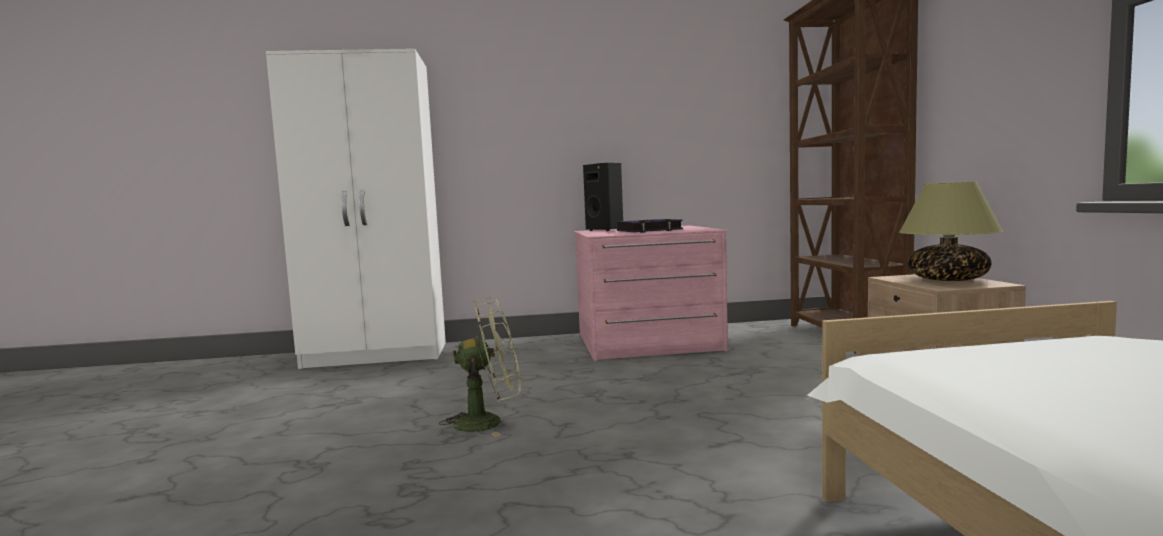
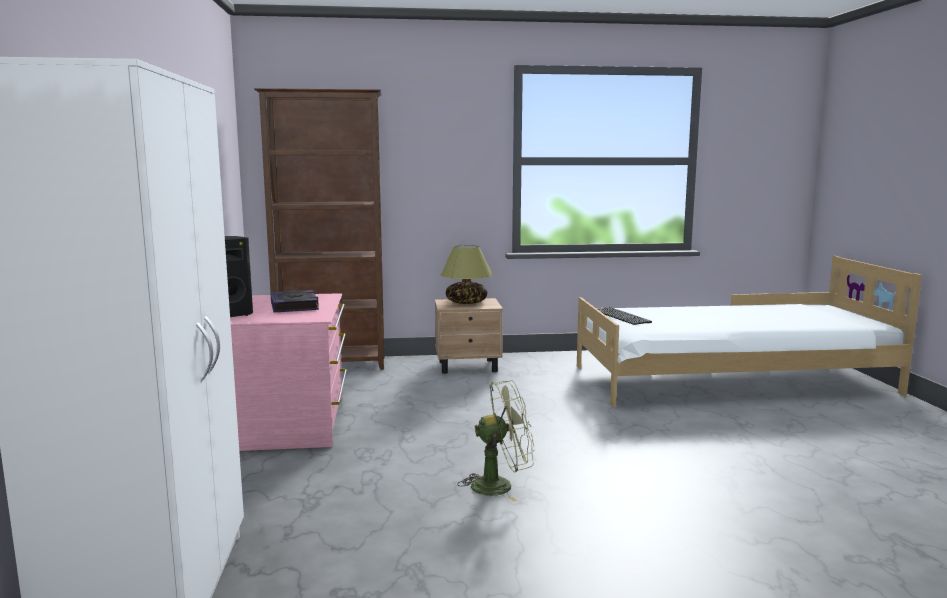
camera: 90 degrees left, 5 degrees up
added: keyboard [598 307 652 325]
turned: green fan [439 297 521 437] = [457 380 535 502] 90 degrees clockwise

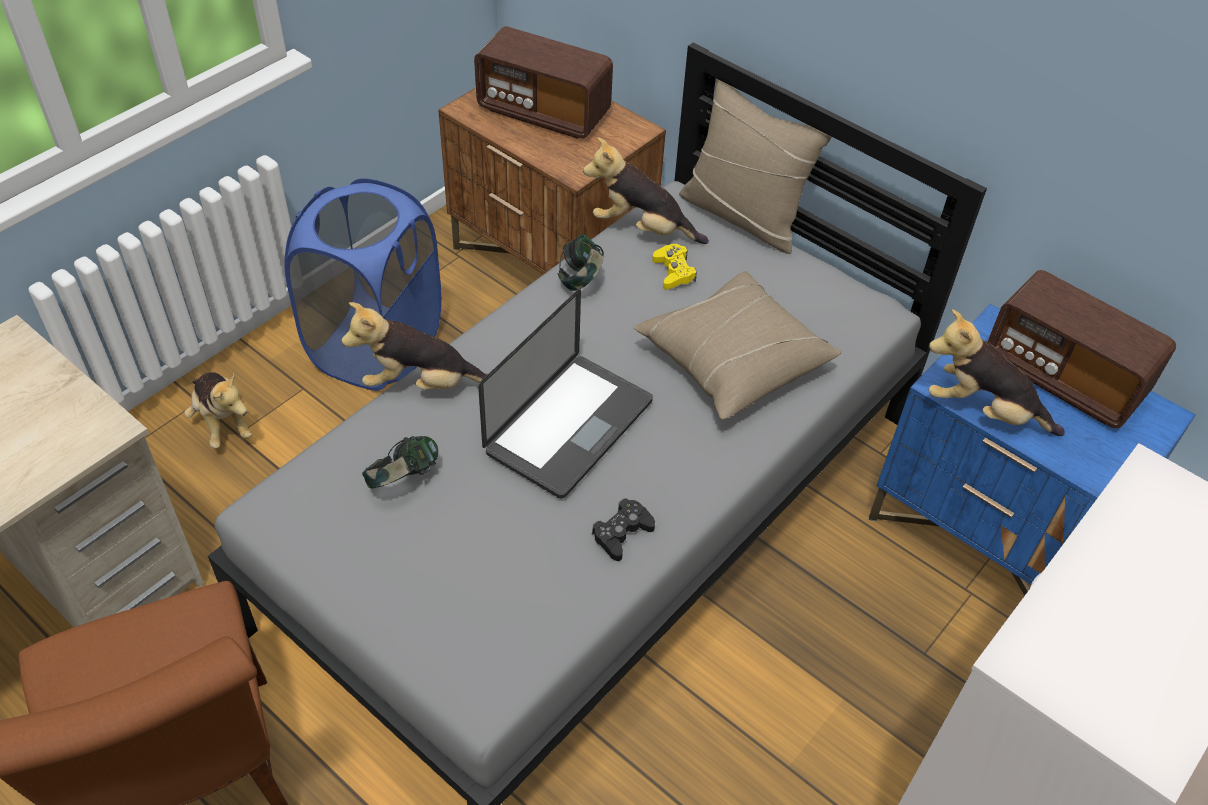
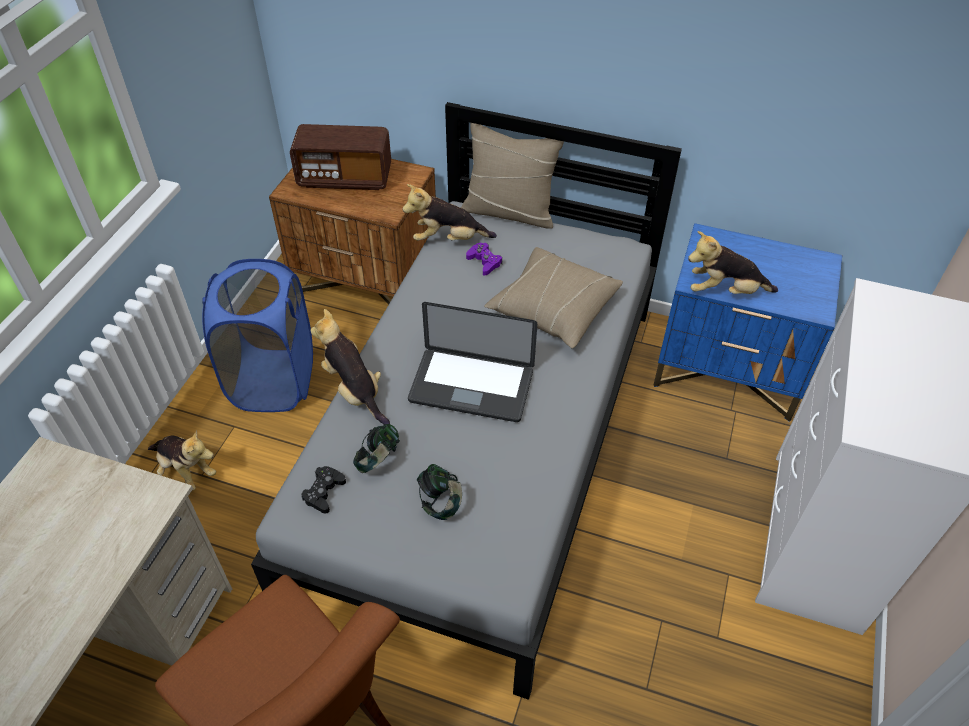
camera: 20 degrees left, 0 degrees up
removed: radio [987 270 1176 428]
moved: headphones [557 234 604 291] to [417 464 462 520]; black game controller [592 498 655 561] to [301 466 346 514]
recoloured: yellow game controller [652 244 697 289] to purple game controller [466 243 502 276]
turned: laptop [478 289 653 498] = [408 302 537 422] 90 degrees clockwise; plush toy [341 302 488 390] = [311 309 390 425] 75 degrees clockwise

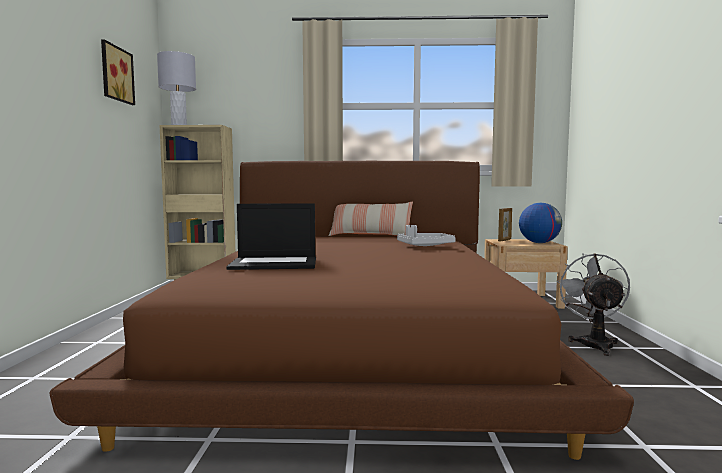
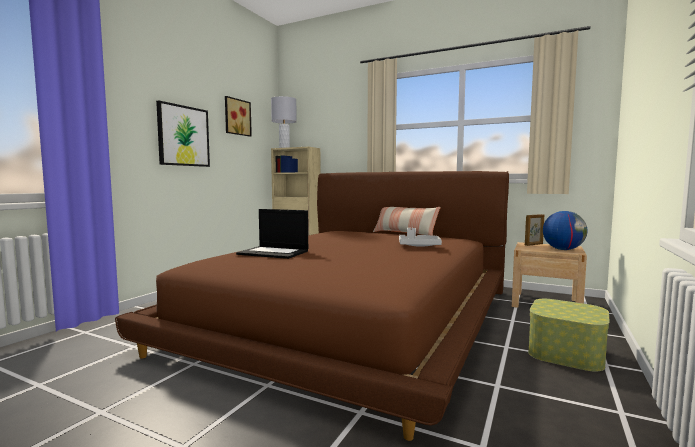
camera: 25 degrees right, 0 degrees up
added: picture [156 101 210 167]
replaced: grey fan [557 253 630 356] to storage box [528 299 610 372]

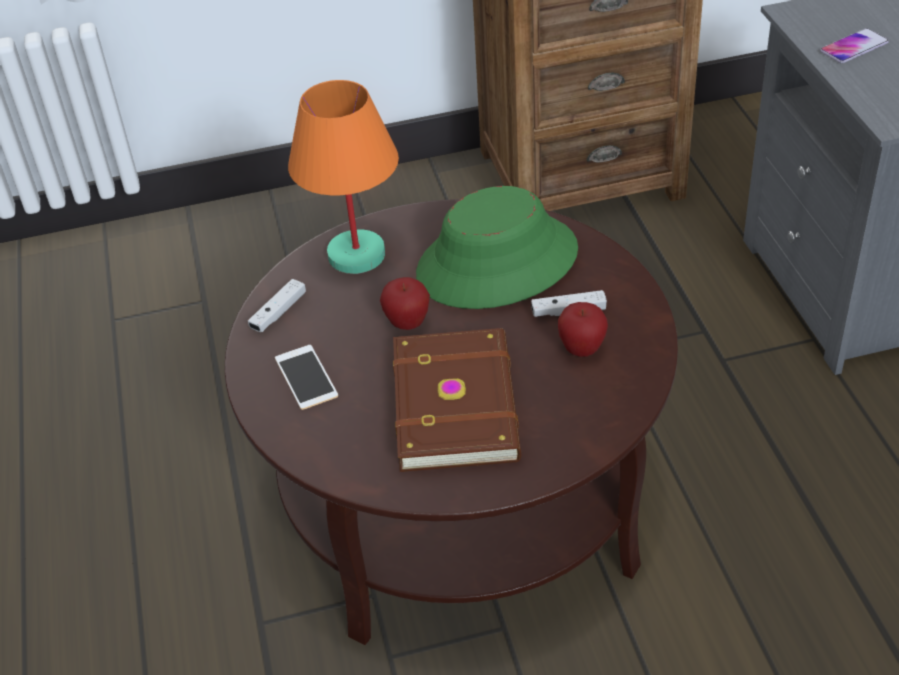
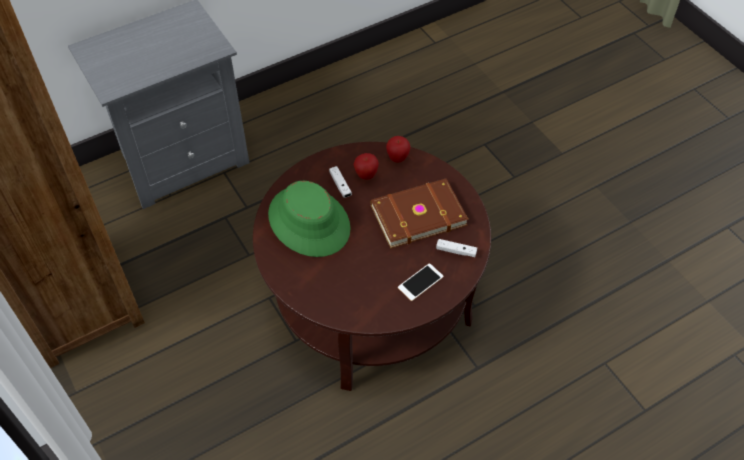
camera: 110 degrees left, 10 degrees up
removed: phone [820 28 889 63]; orange table lamp [288 80 399 274]
moved: apple [380 277 430 330] to [386 136 410 163]; white game controller [248 279 306 332] to [436 239 477 257]

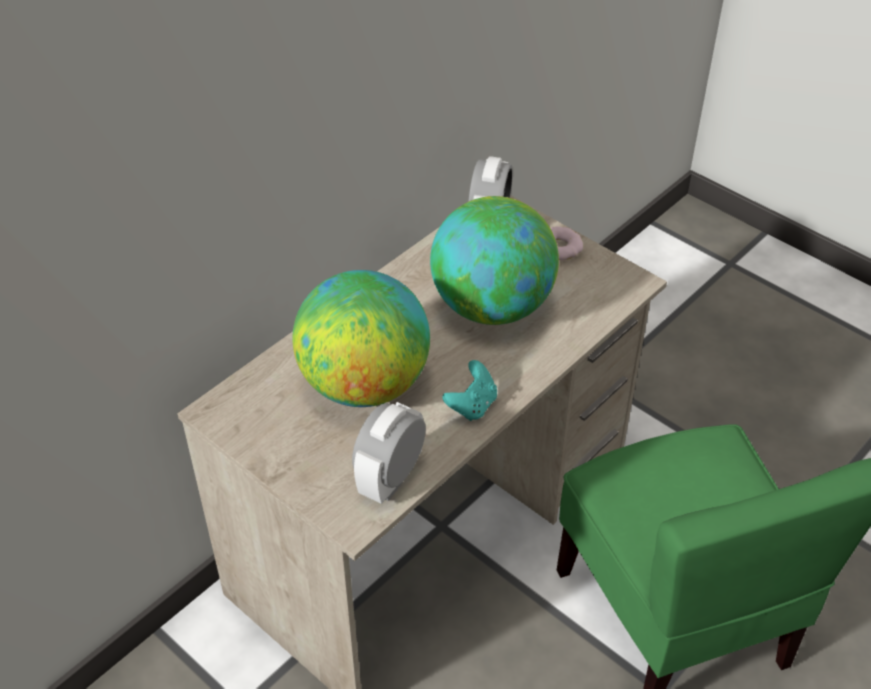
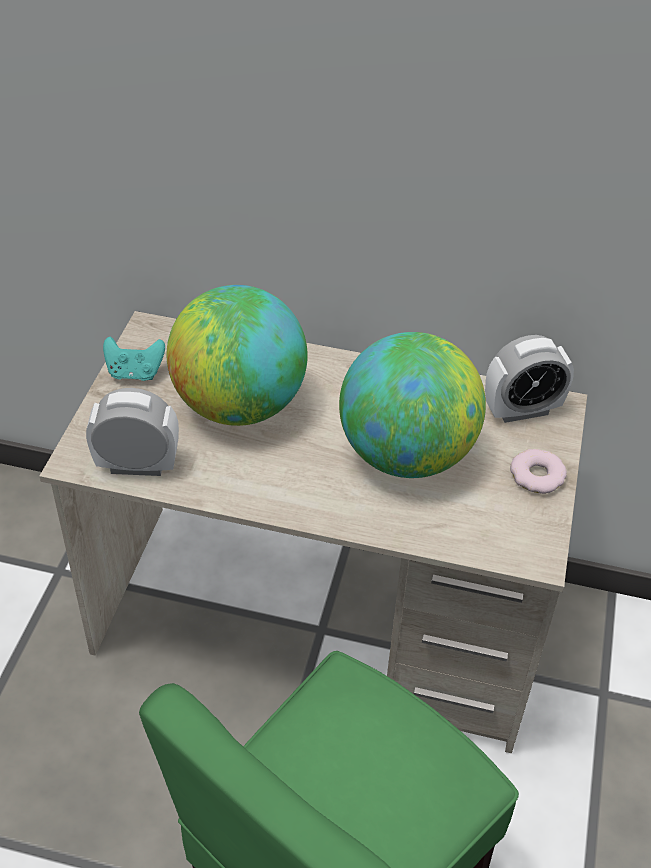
camera: 60 degrees right, 0 degrees up
moved: turquoise game controller [442 360 497 421] to [103 337 165 381]

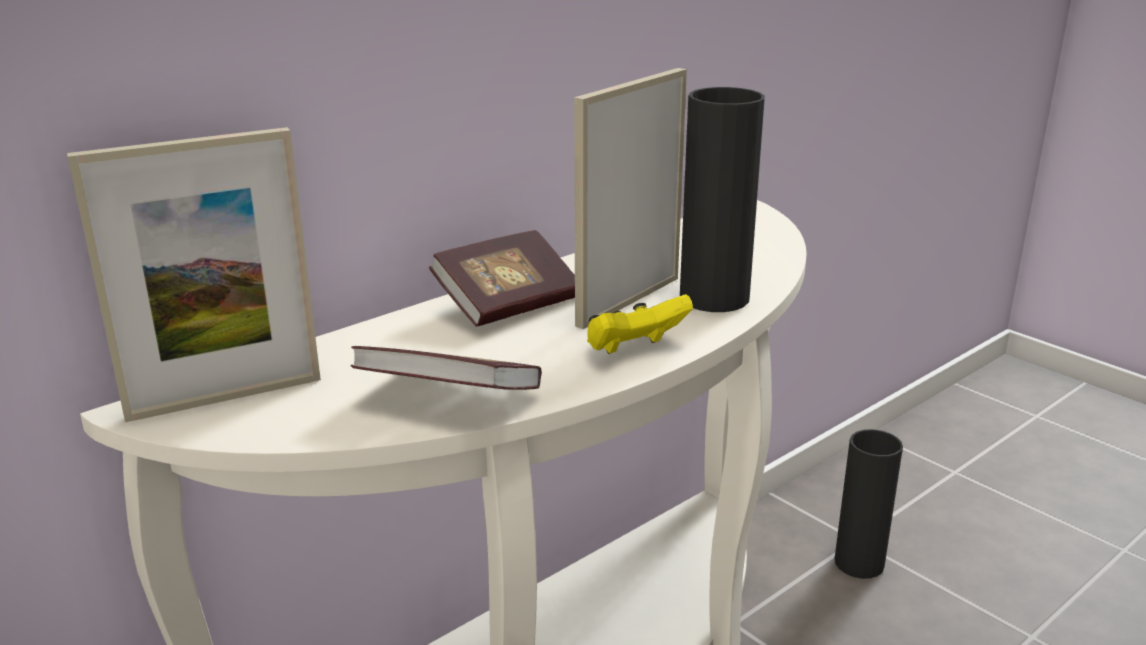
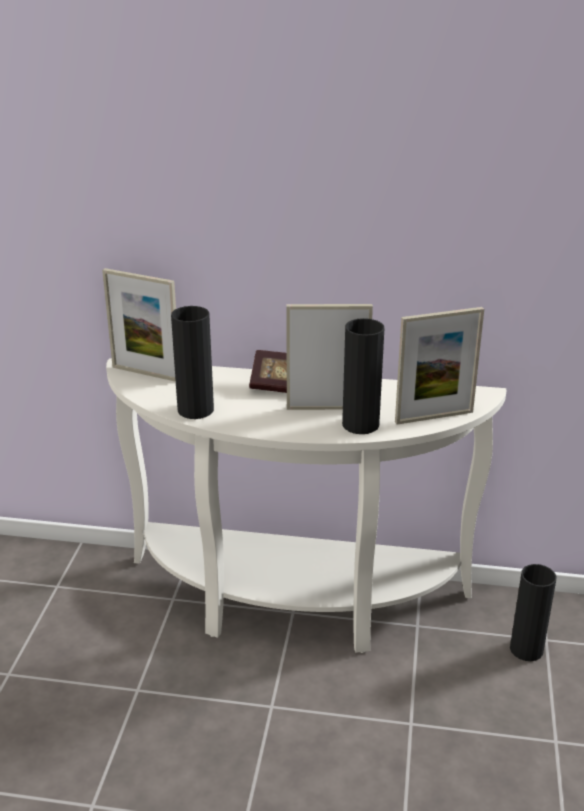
camera: 50 degrees right, 5 degrees up
removed: yellow game controller [587 294 693 354]
added: picture frame [395 307 484 424]
replaced: book [350 346 542 390] to black vase [171 306 214 419]

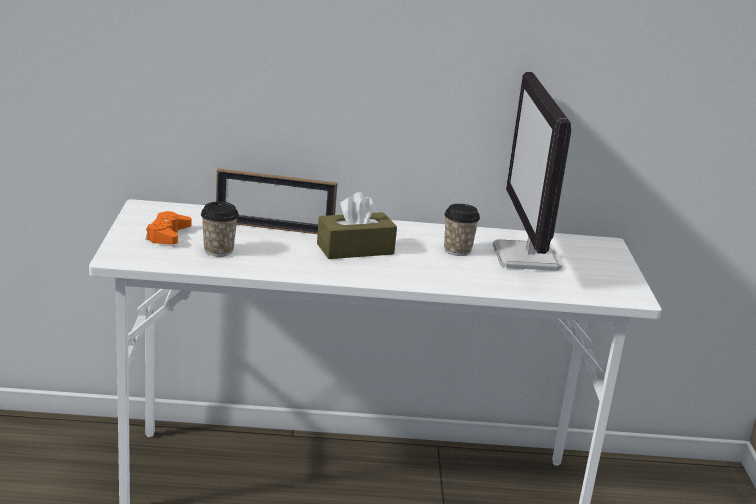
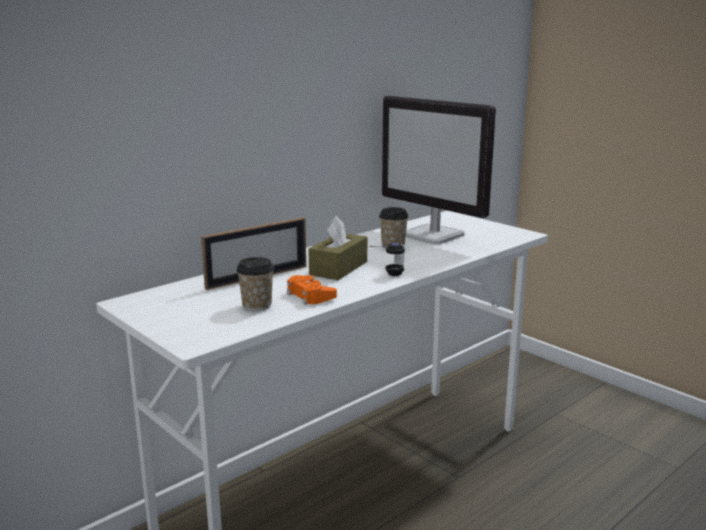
camera: 40 degrees left, 5 degrees down
added: headphones [370 242 405 276]
moved: orange game controller [146 211 191 244] to [287 275 337 305]

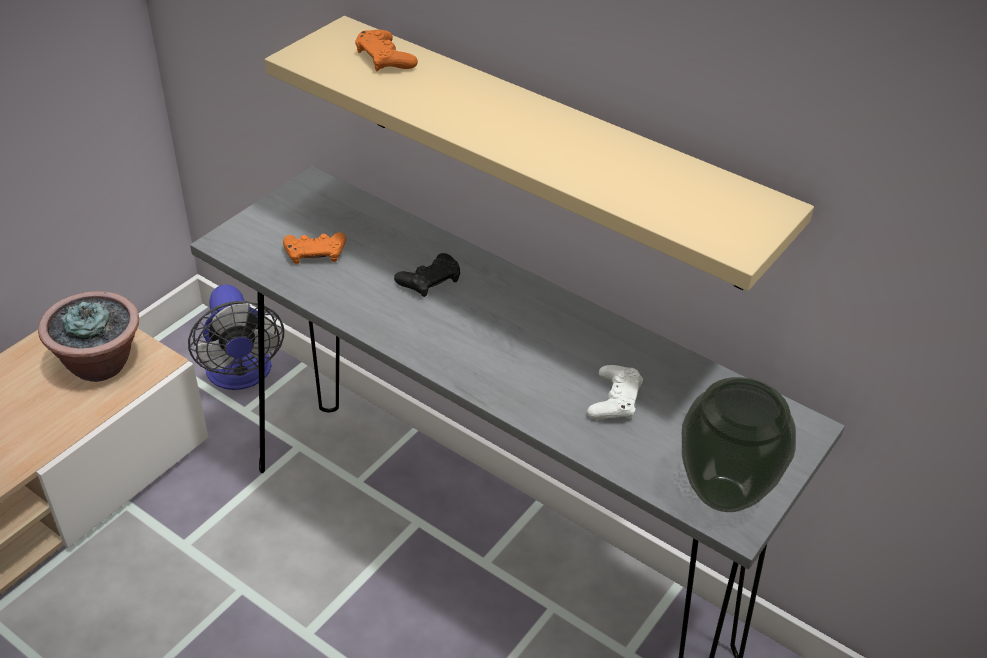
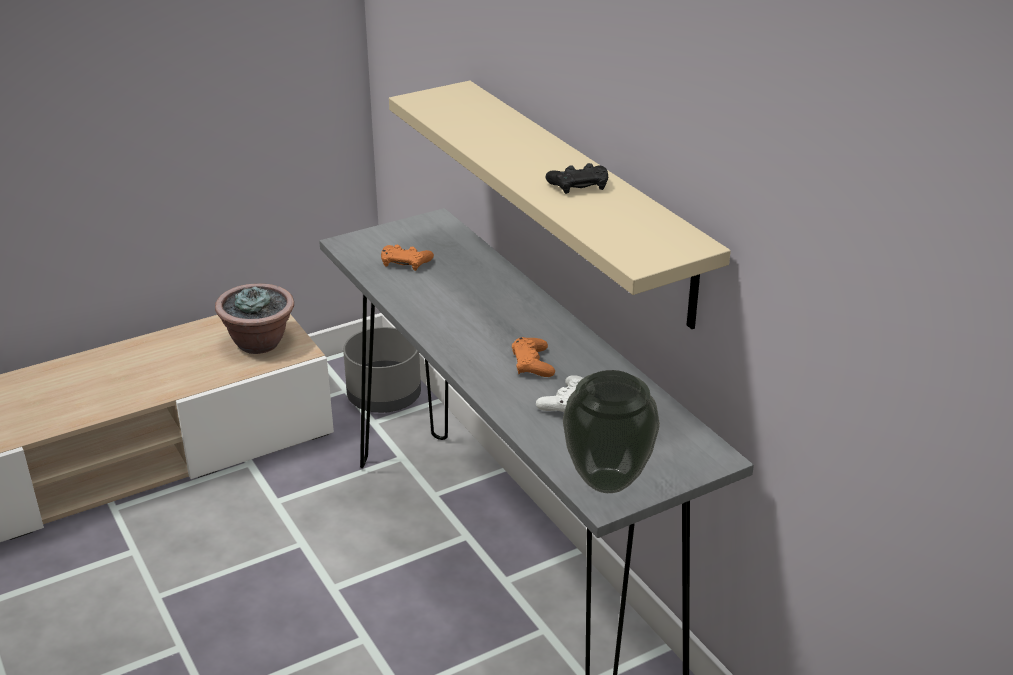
camera: 25 degrees right, 10 degrees down
moved: orange game controller [355 30 418 71] to [512 337 555 377]; black game controller [394 253 460 297] to [546 163 608 194]
replaced: fan [188 284 284 390] to grey planter [343 327 421 413]

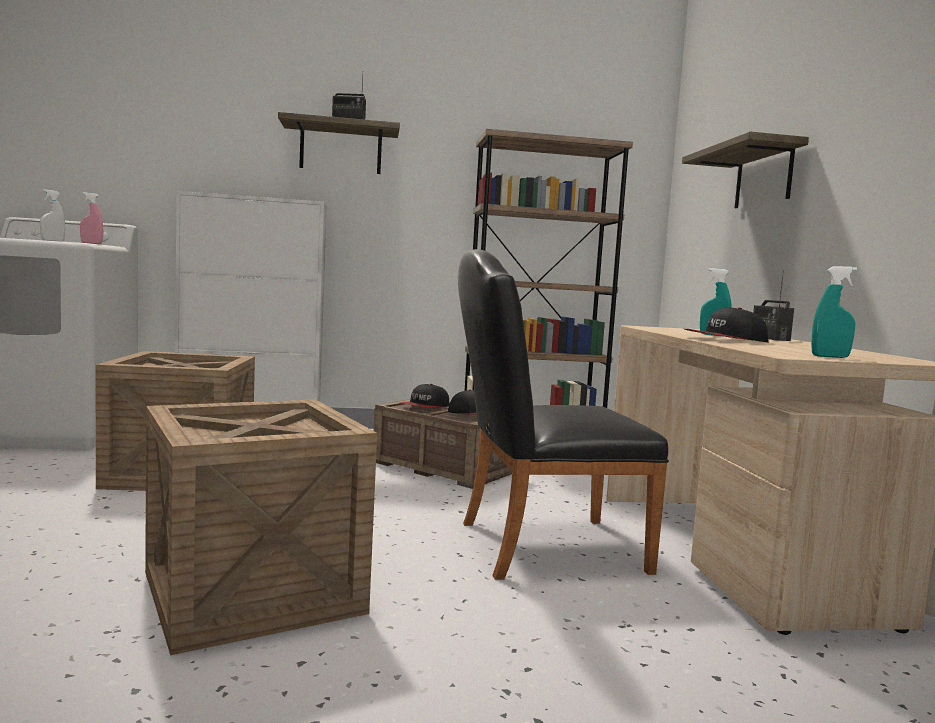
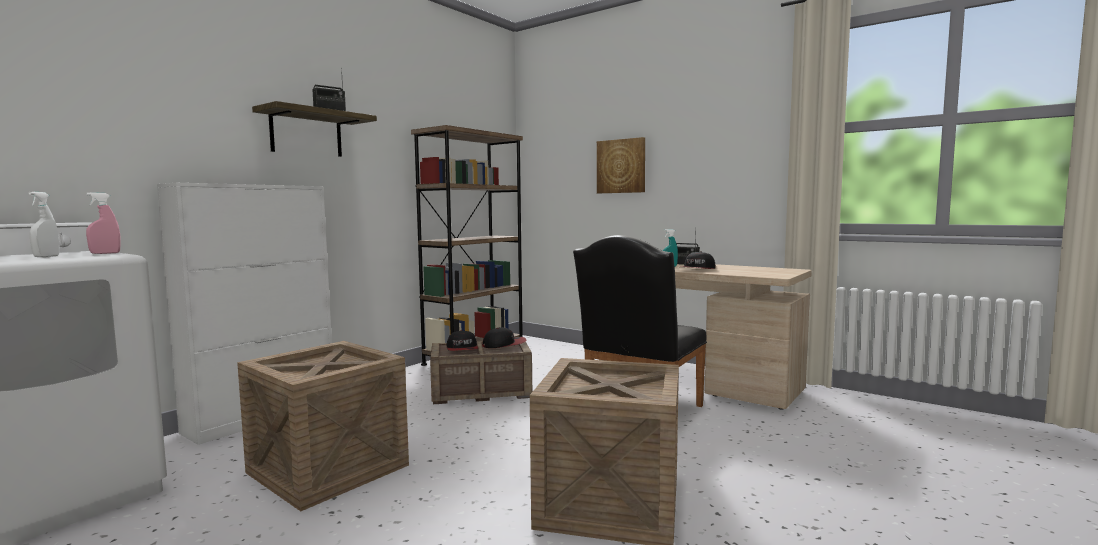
camera: 45 degrees left, 0 degrees up
removed: turquoise spray bottle [811 266 857 358]
replaced: shelf [682 132 809 208] to picture [597 137 645 193]

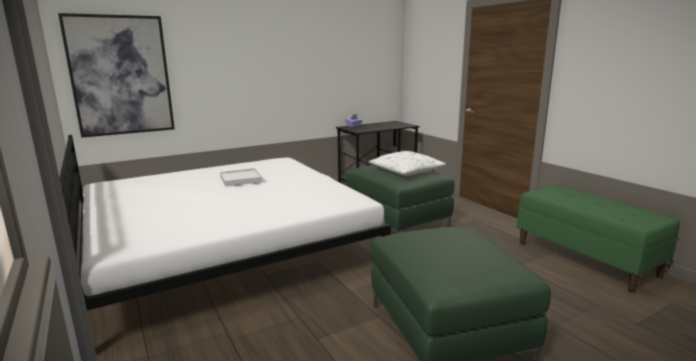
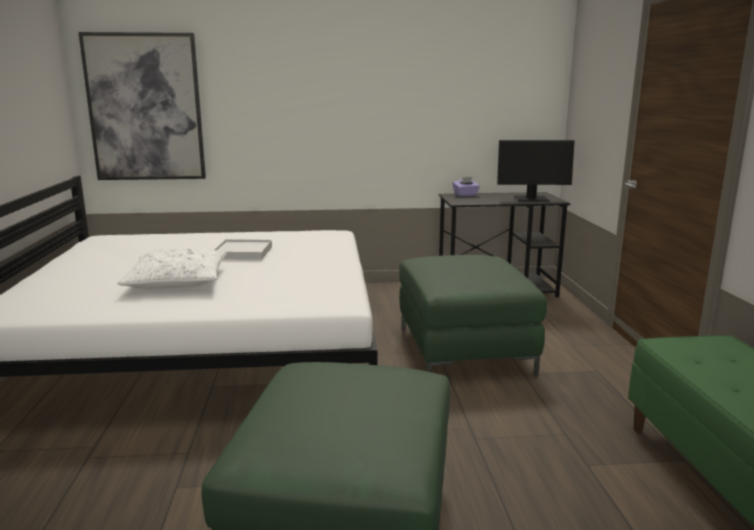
camera: 25 degrees right, 0 degrees up
added: monitor [497 140 575 202]
moved: white pillow [369 151 446 176] to [117 248 227 289]

